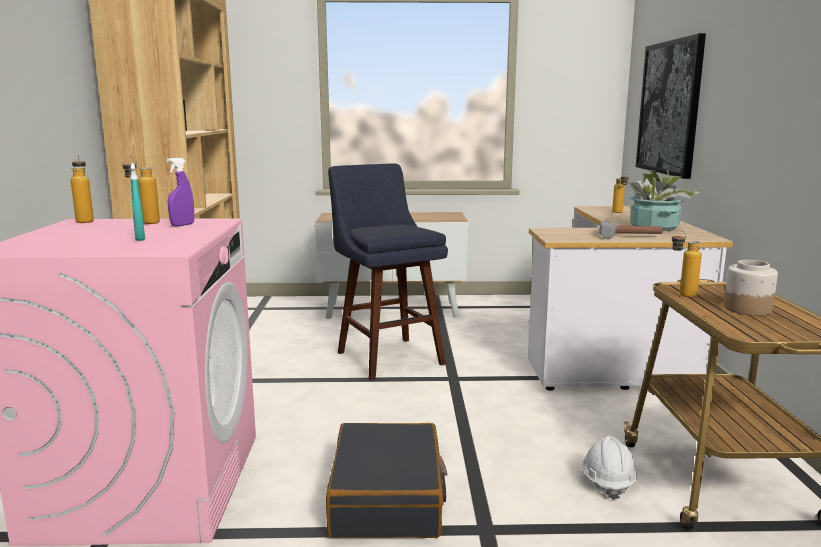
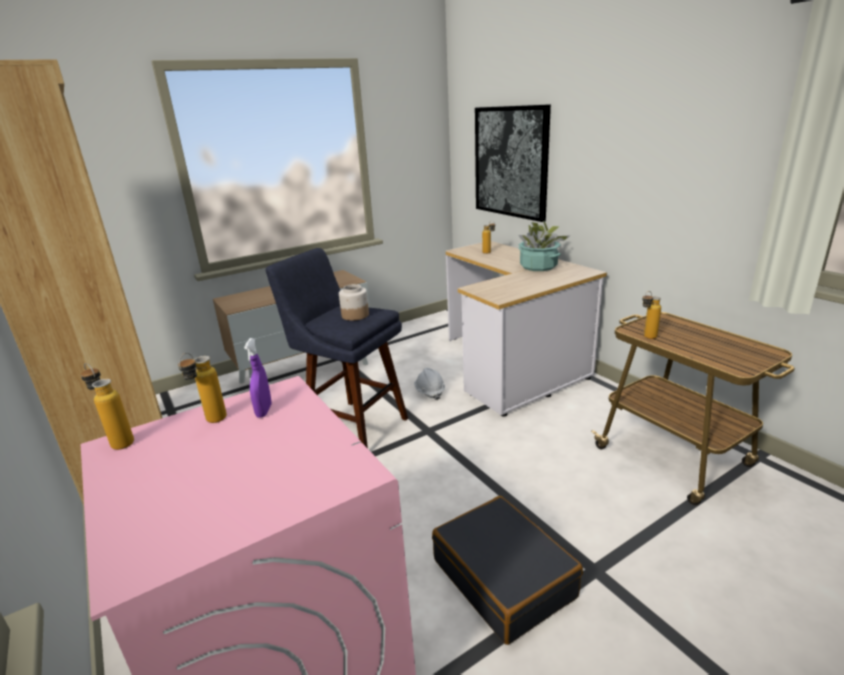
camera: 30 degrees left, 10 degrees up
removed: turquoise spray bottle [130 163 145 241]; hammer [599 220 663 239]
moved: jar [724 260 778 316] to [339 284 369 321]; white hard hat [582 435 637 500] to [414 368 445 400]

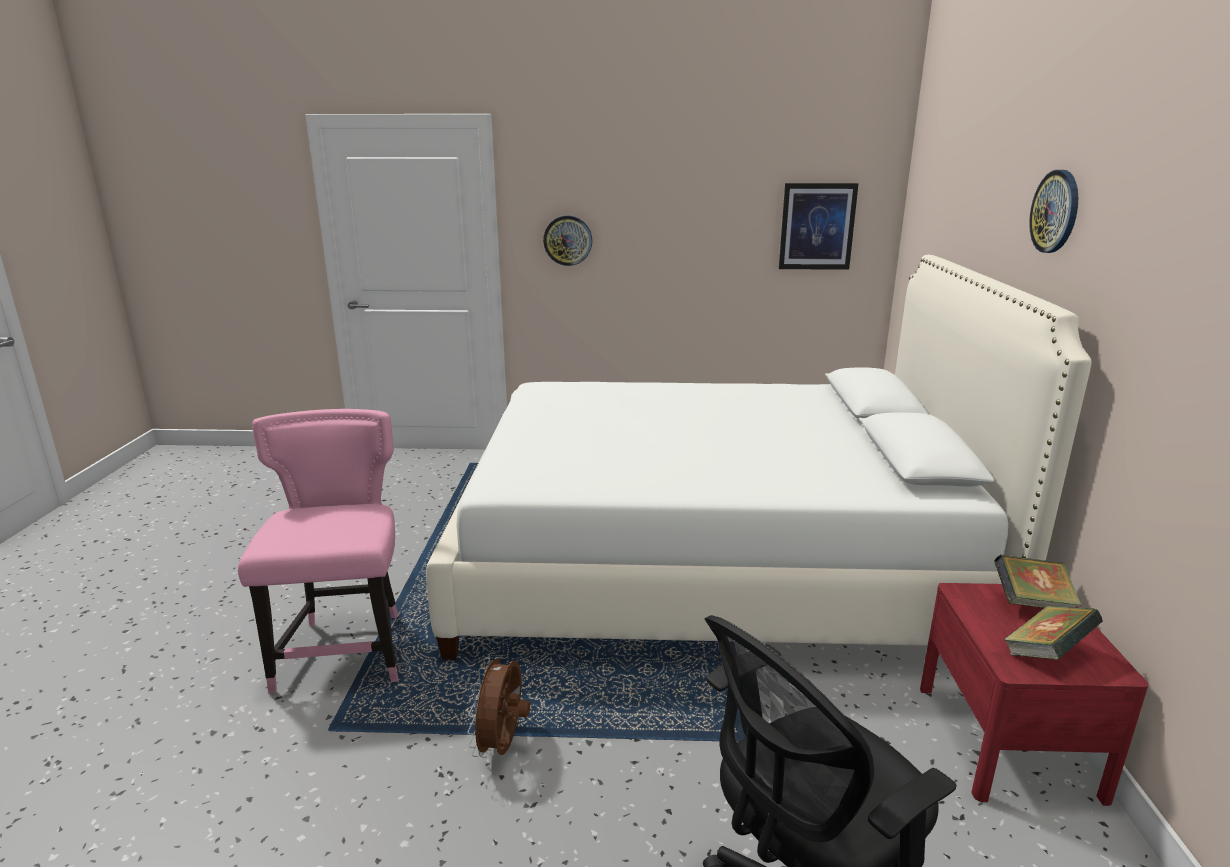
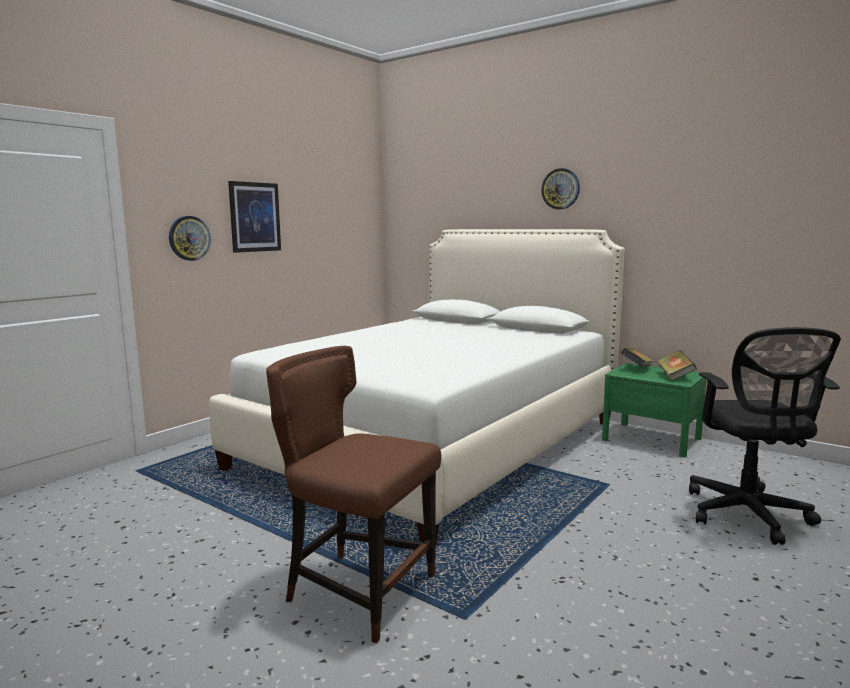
camera: 55 degrees left, 10 degrees down
removed: brown fan [467 652 530 758]
moved: picture [779 183 858 270] to [228 181 281 253]
recoloured: pink chair [238 409 399 694] to brown chair [266 346 441 643]; red nightstand [920 583 1149 806] to green nightstand [602 363 706 457]

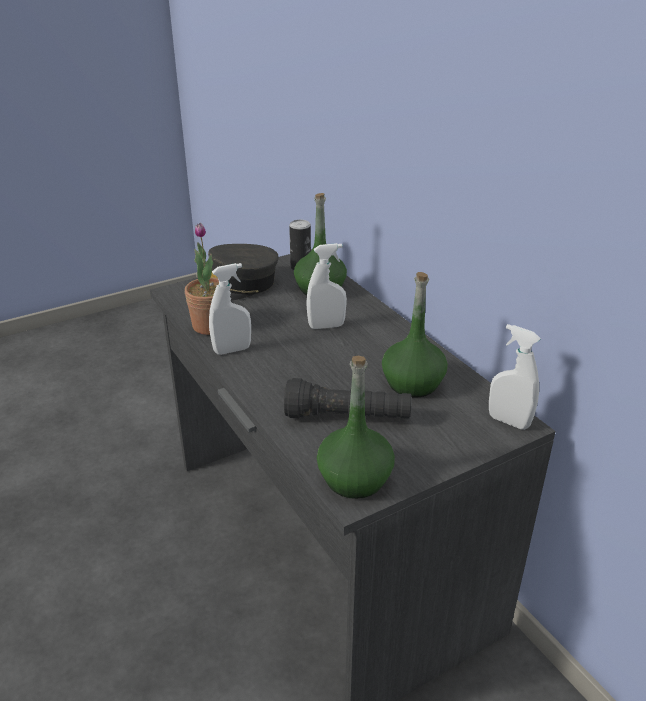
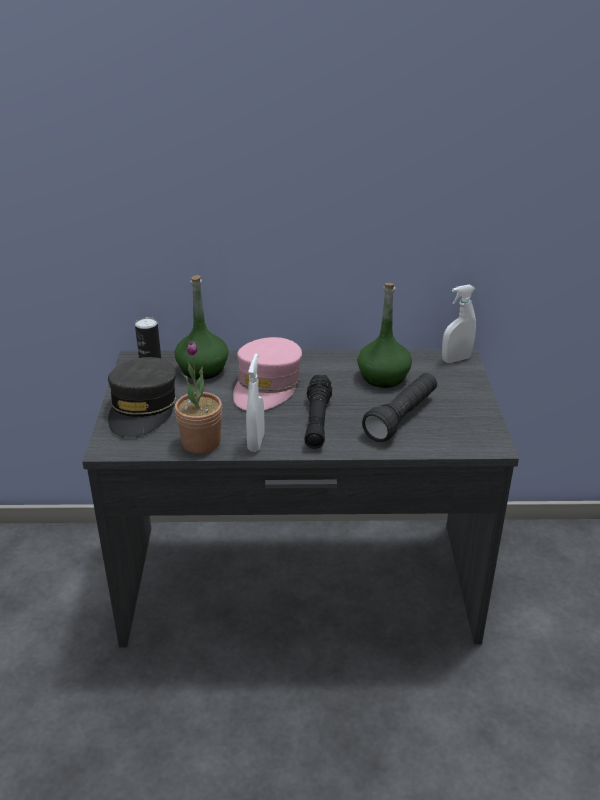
camera: 60 degrees left, 0 degrees up
removed: green bottle [317 356 395 499]
added: black flashlight [304 375 332 449]
replaced: white spray bottle [306 243 347 329] to pink cap [233 337 302 410]

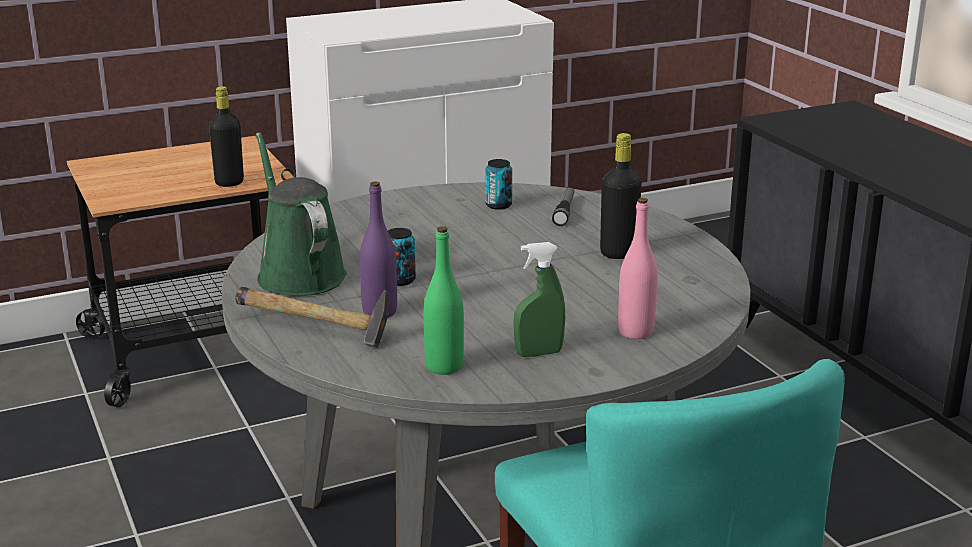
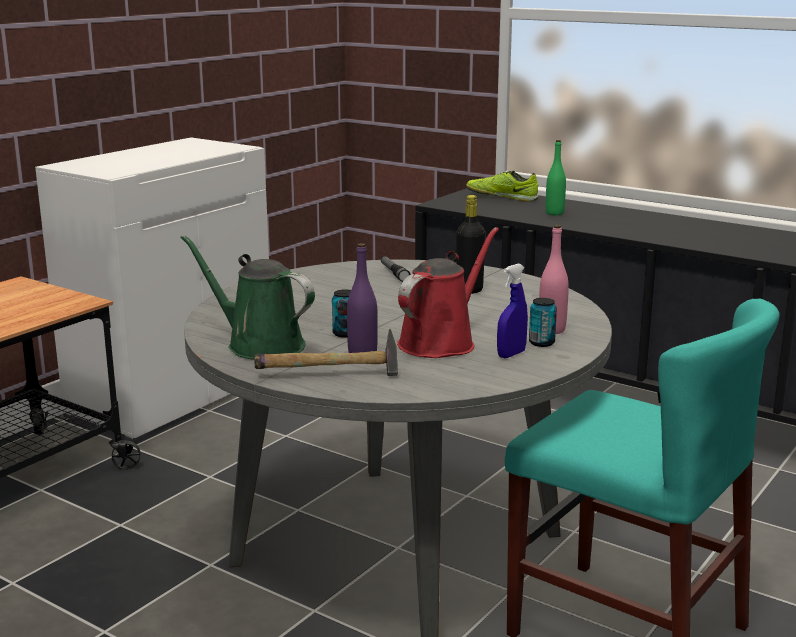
camera: 30 degrees left, 5 degrees down
removed: black bottle [209 86 244 187]
added: shoe [466 171 538 201]; red watering can [397 227 499 358]
moved: can [485 159 512 210] to [529 298 557 347]; green bottle [423 226 464 375] to [546 140 566 215]
recoloured: green spray bottle [514 242 565 357] to blue spray bottle [497 264 528 358]

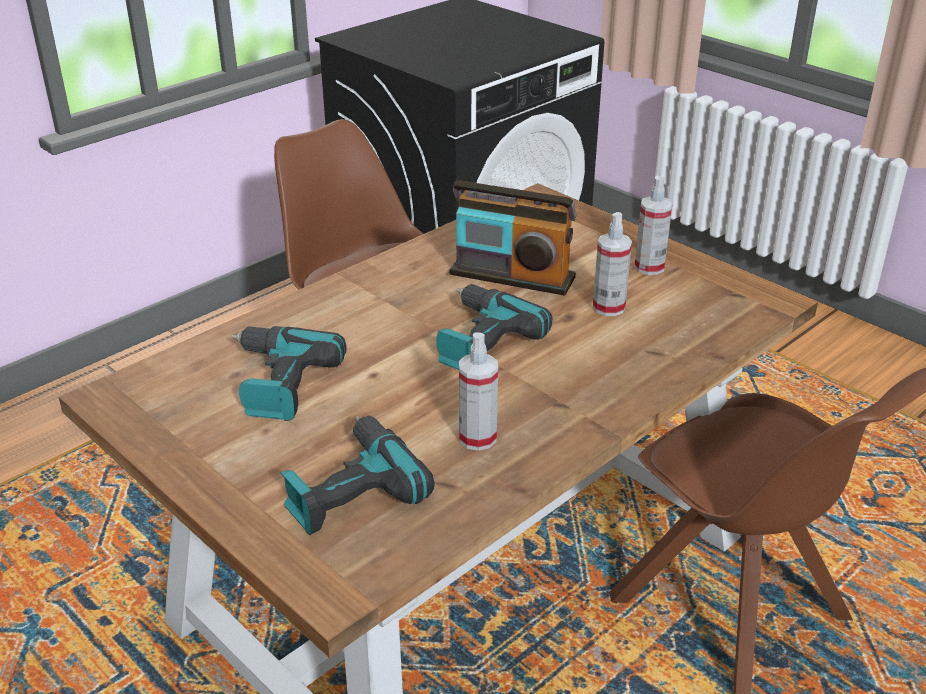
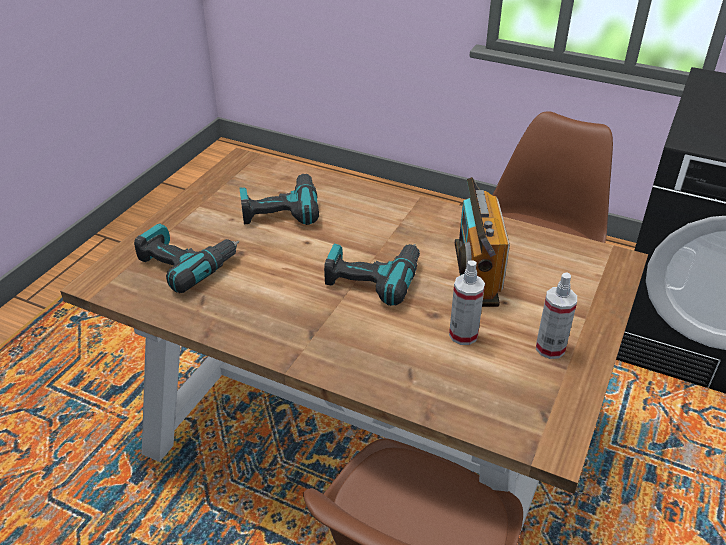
camera: 70 degrees right, 5 degrees up
removed: spray bottle [459 332 498 451]

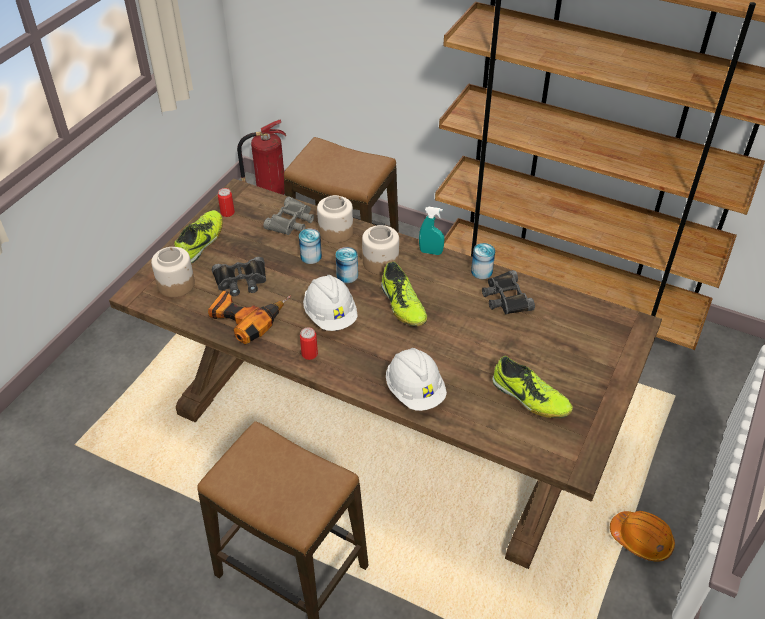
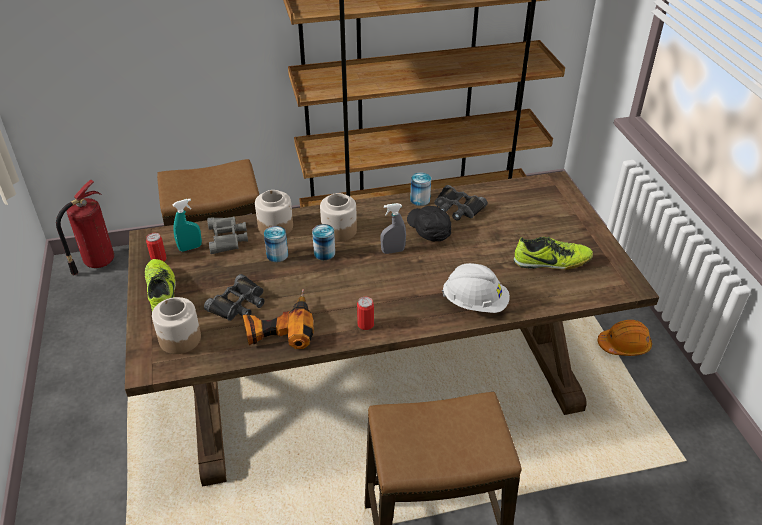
camera: 40 degrees left, 5 degrees down
removed: white hard hat [303 275 358 331]
added: black cap [407 206 451 241]
moved: turquoise spray bottle [419 207 444 255] to [173 199 202 252]
replaced: shoe [381 262 427 326] to grey spray bottle [380 203 406 254]

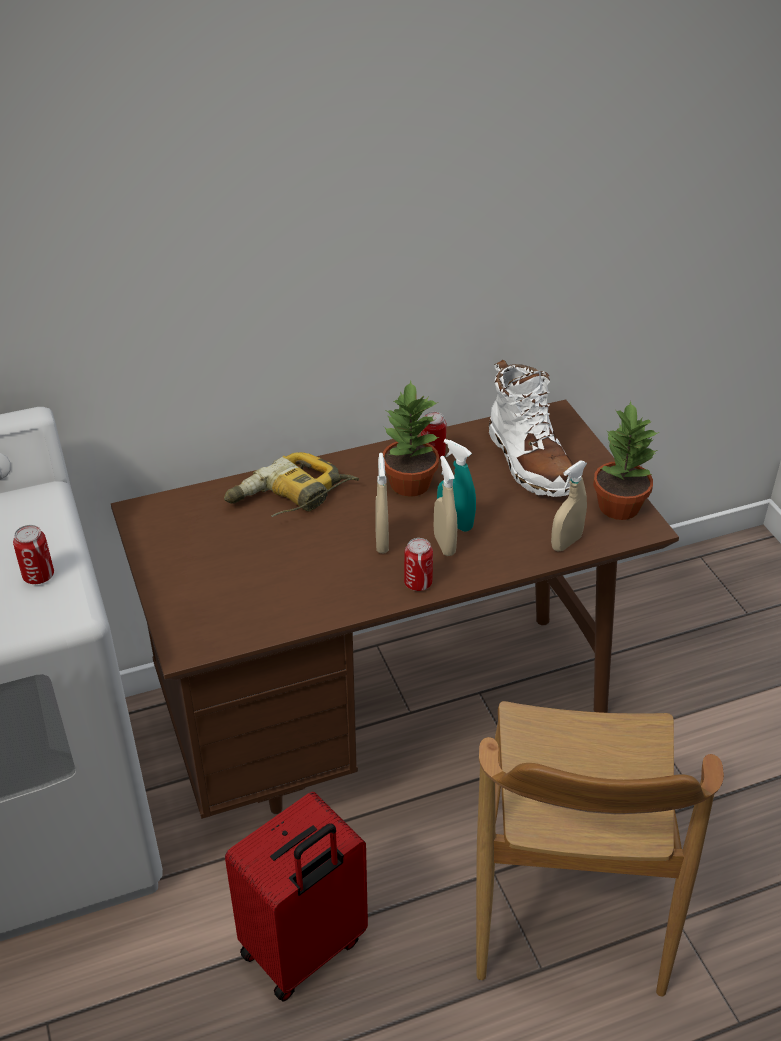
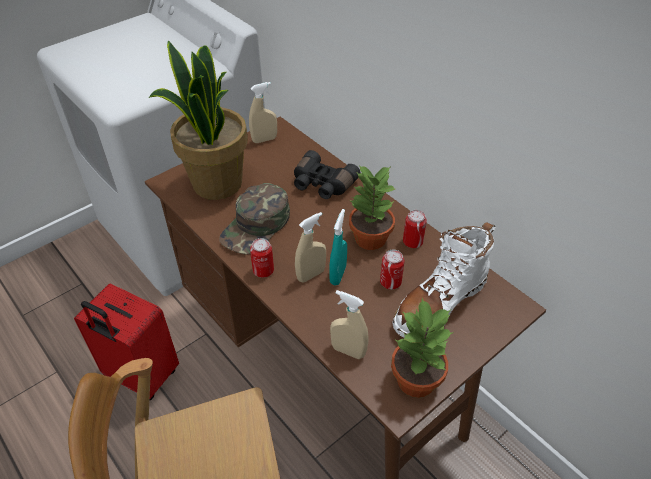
camera: 70 degrees right, 5 degrees up
added: potted plant [149 40 248 200]; green cap [219 183 290 255]
moved: beige spray bottle [375 453 389 553] to [249 82 277 143]; can [13 525 54 584] to [380 250 405 289]
replaced: power drill [224 452 359 517] to black binoculars [294 150 361 199]

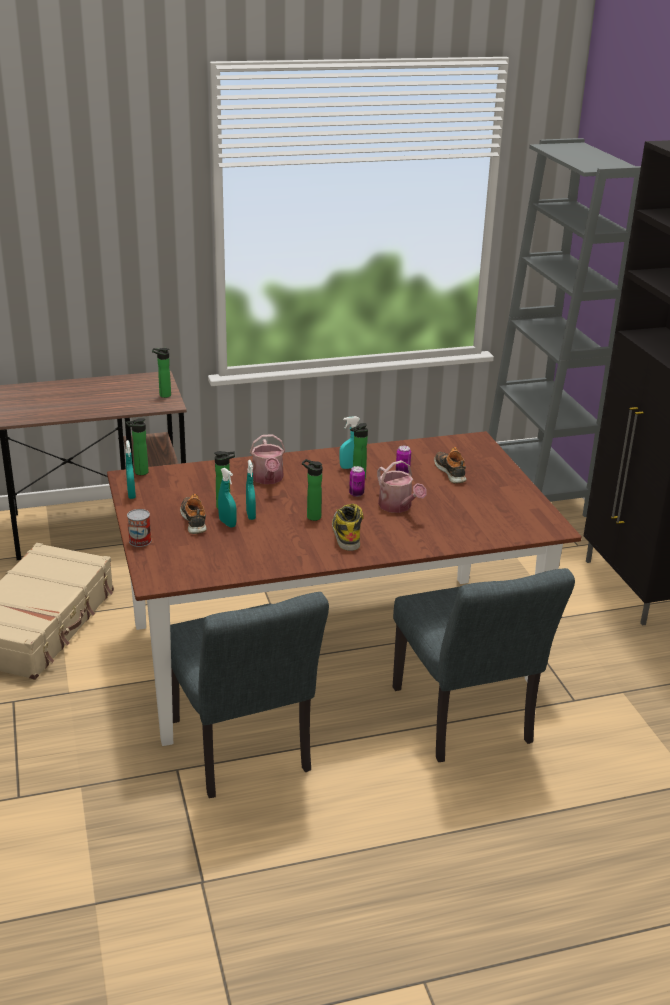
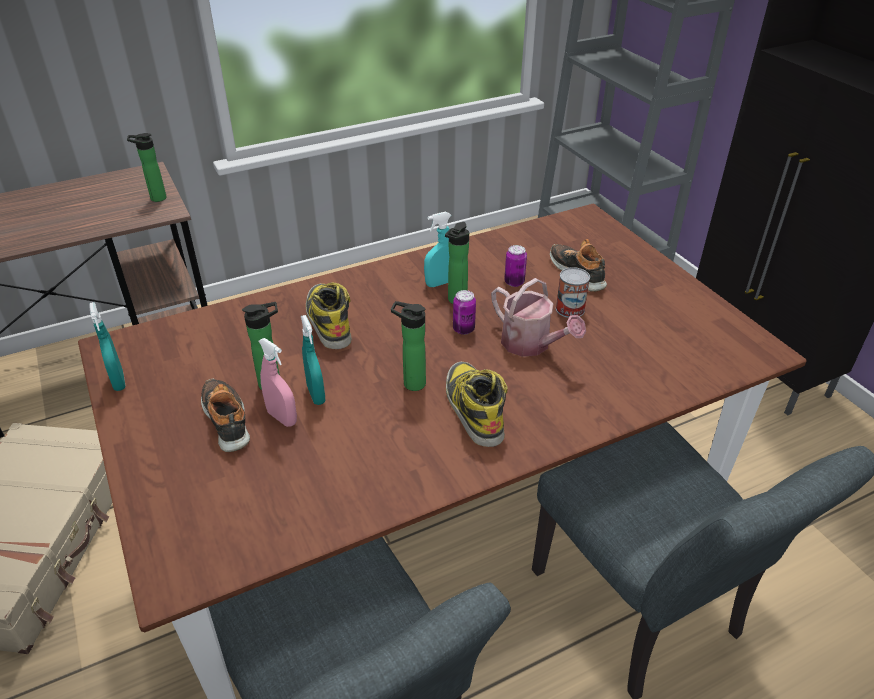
camera: 10 degrees left, 10 degrees up
removed: bottle [125 418 148 475]
moved: can [127 509 152 547] to [556 267 590 318]
replaced: watering can [250 434 285 484] to boot [306 282 352 349]
recoloured: turquoise spray bottle [218 468 237 528] to pink spray bottle [258 338 297 427]

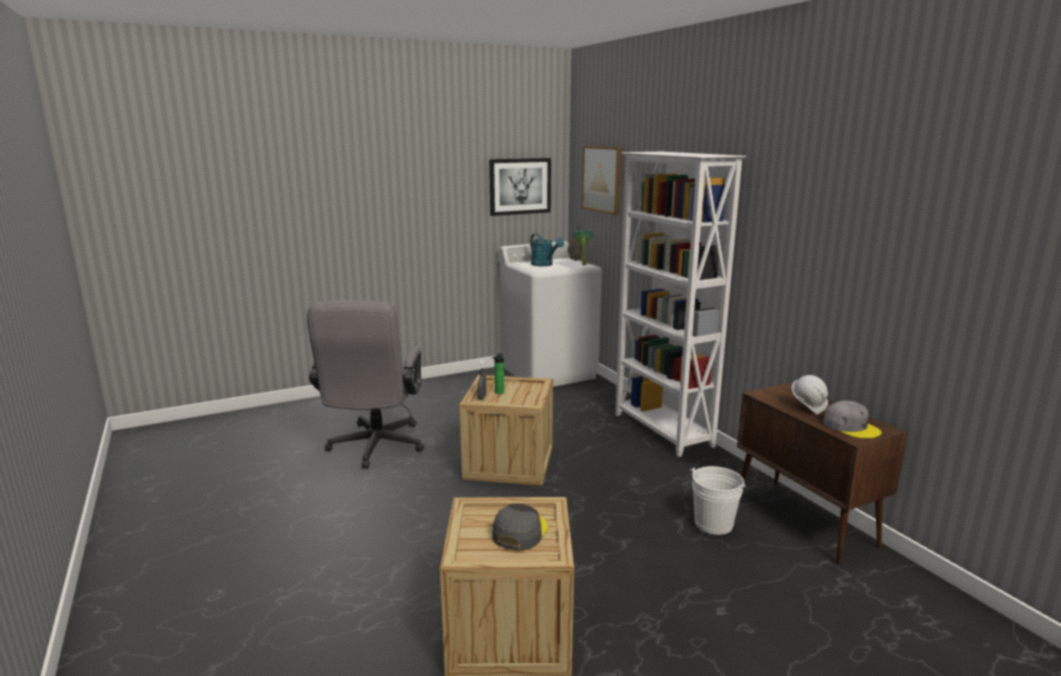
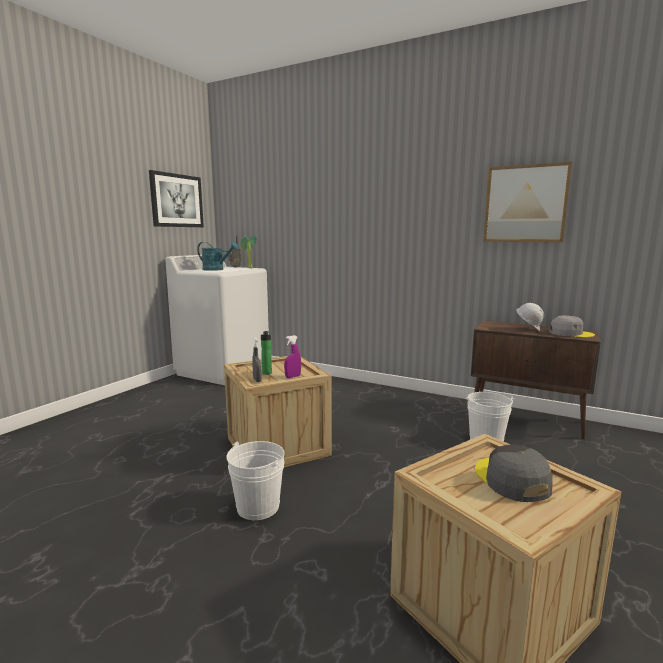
camera: 35 degrees left, 5 degrees down
removed: white bookcase [615 152 746 457]; grey office chair [307 300 424 468]
added: purple spray bottle [284 335 301 378]; white bucket [226 441 285 520]
moved: picture [582 145 622 215] to [483 162 572 242]

